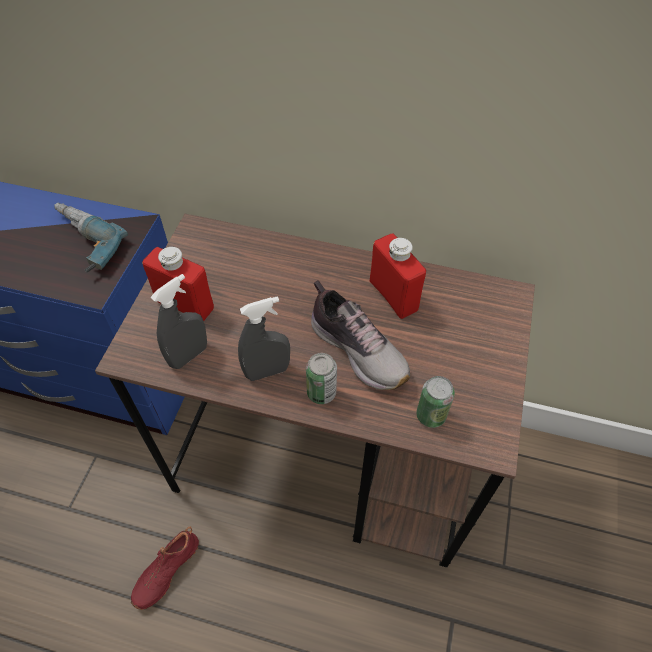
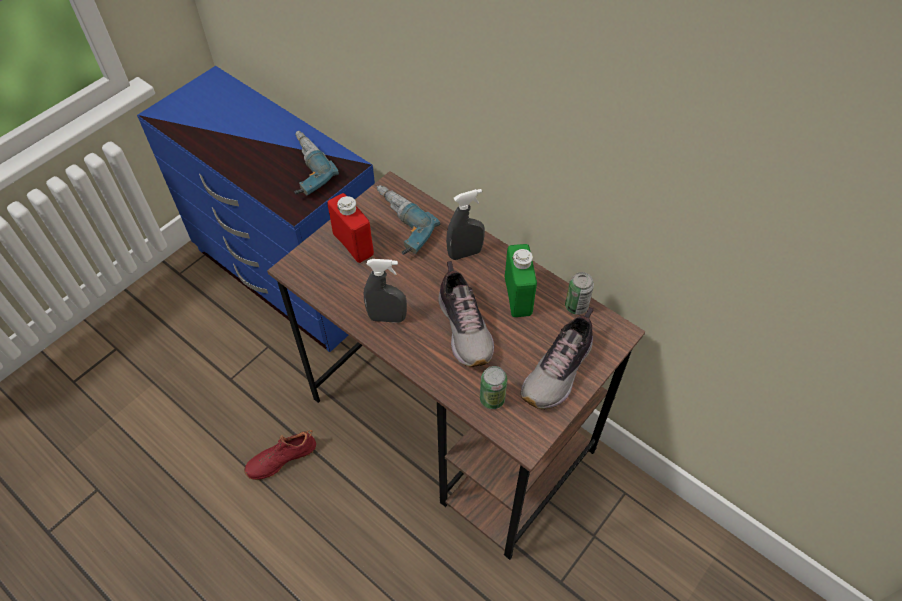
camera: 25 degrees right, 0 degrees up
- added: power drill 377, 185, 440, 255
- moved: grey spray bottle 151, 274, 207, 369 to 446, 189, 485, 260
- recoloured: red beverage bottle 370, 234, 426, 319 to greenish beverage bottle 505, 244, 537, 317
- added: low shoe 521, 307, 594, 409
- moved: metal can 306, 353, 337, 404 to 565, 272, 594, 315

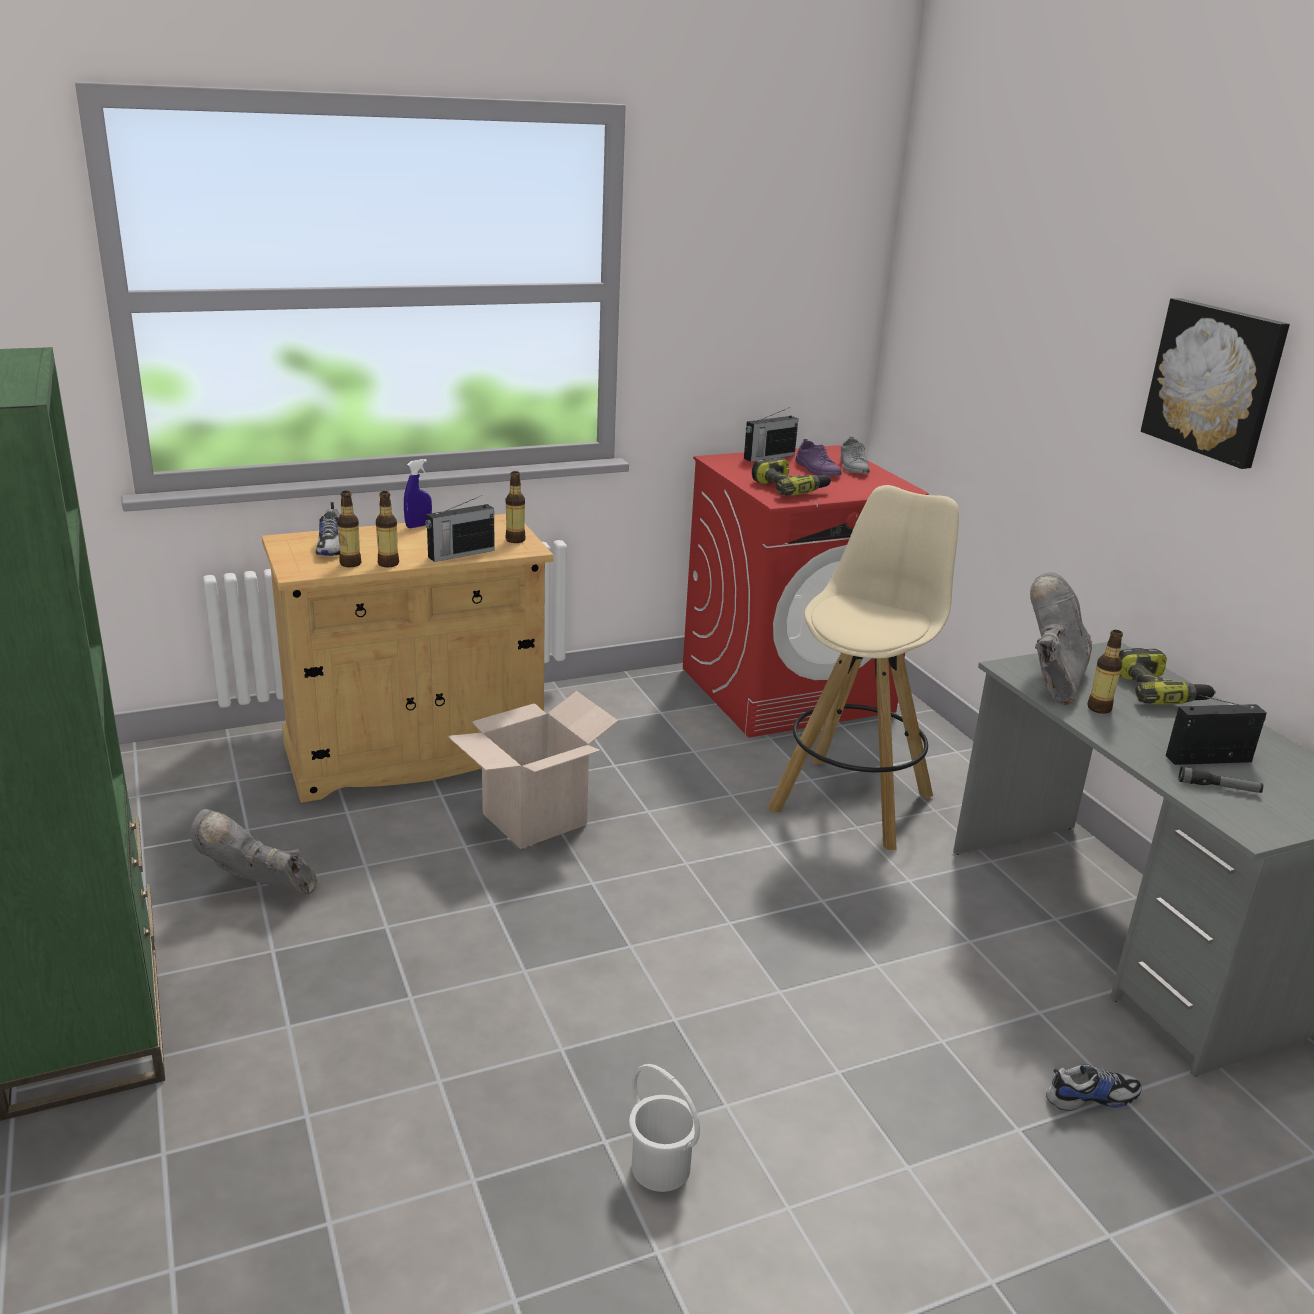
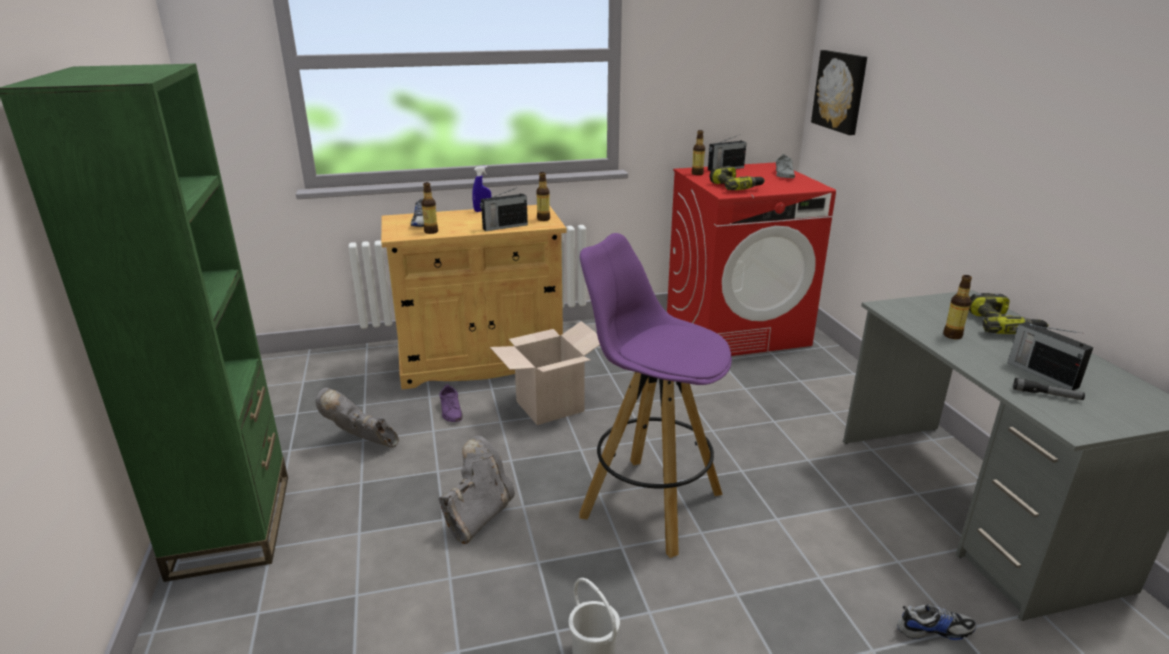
camera: 10 degrees right, 0 degrees up
- moved: purplish low shoe 795, 439, 842, 476 to 439, 384, 462, 422
- moved: grey boot 1030, 572, 1092, 705 to 439, 436, 515, 544
- added: purplish stool seat 580, 233, 732, 558
- moved: beverage bottle 376, 491, 399, 567 to 692, 130, 705, 175
- moved: picture 1141, 298, 1290, 469 to 811, 50, 867, 135
- turned: radio set 1166, 695, 1267, 765 = 1008, 322, 1094, 390 120 degrees counterclockwise
- removed: beige-coloured stool seat 767, 485, 959, 850

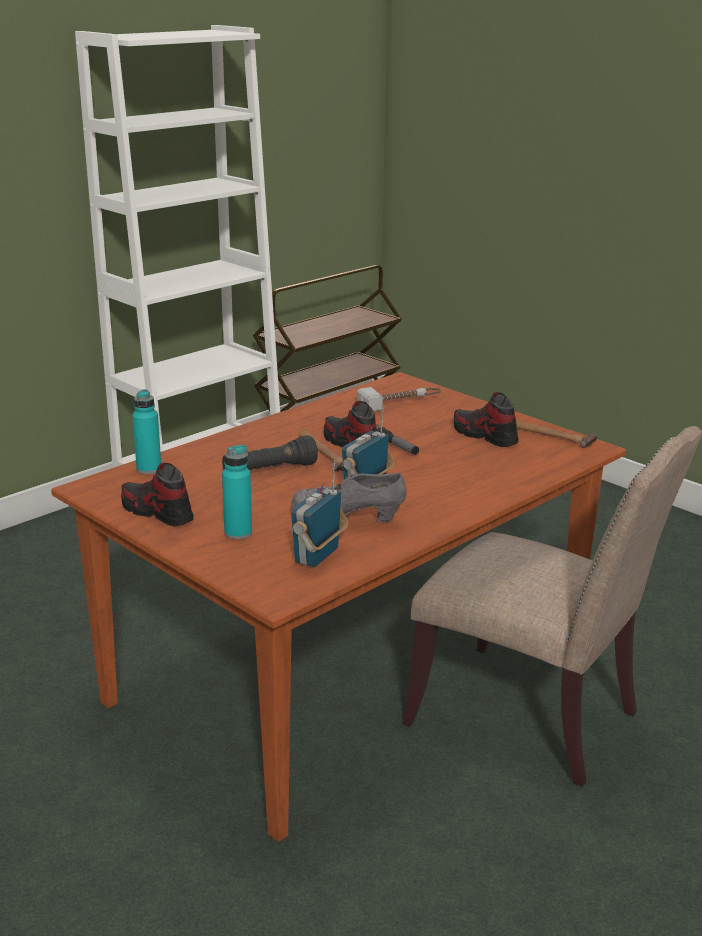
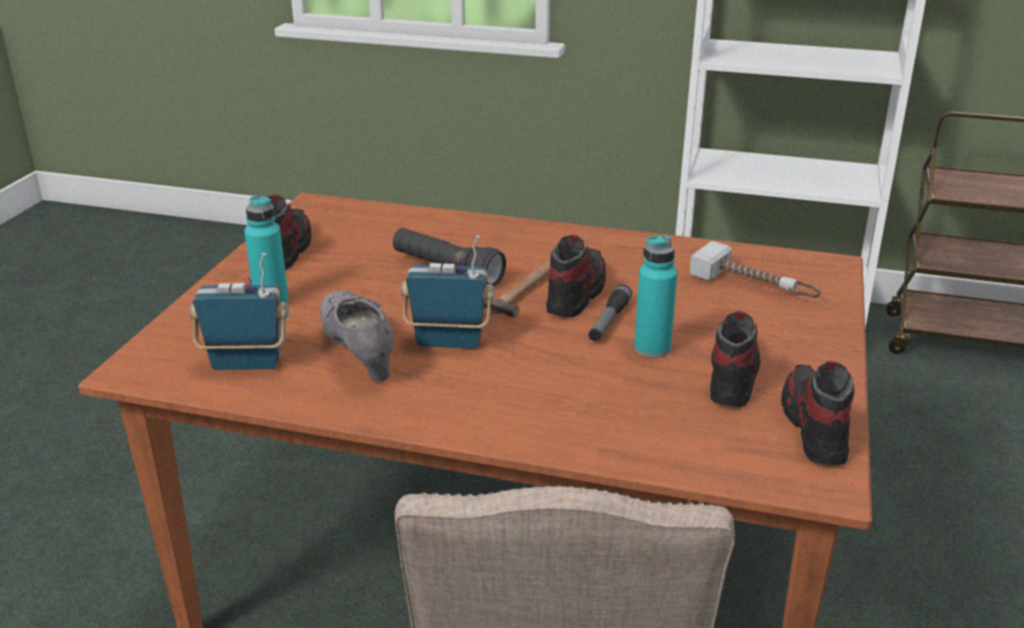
camera: 60 degrees right, 5 degrees up
- moved: turquoise beverage bottle 132, 390, 161, 474 to 634, 235, 678, 358
- replaced: tool hammer 516, 420, 597, 448 to low shoe 781, 360, 855, 465

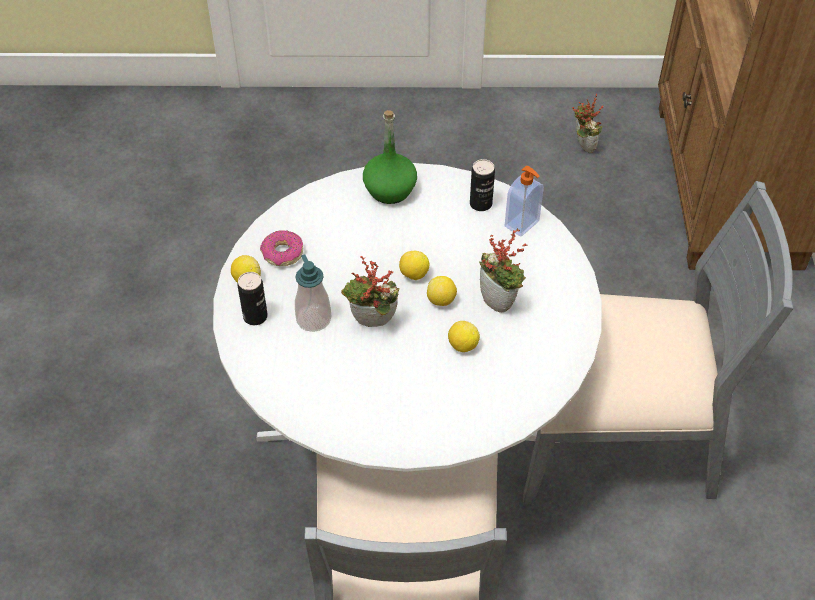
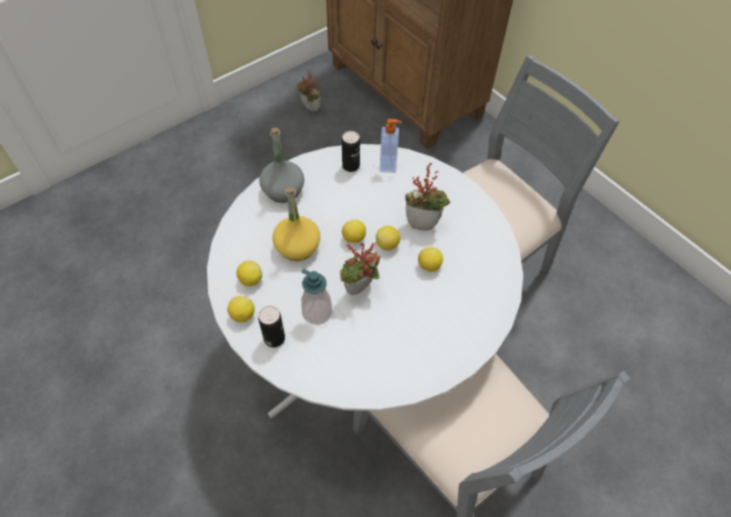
camera: 40 degrees left, 5 degrees up
- replaced: donut 260, 230, 303, 266 to whole lemon 237, 261, 262, 286
- recoloured: greenish beverage bottle 363, 110, 417, 204 to grey beverage bottle 259, 127, 305, 203
- added: yellow beverage bottle 273, 187, 320, 261

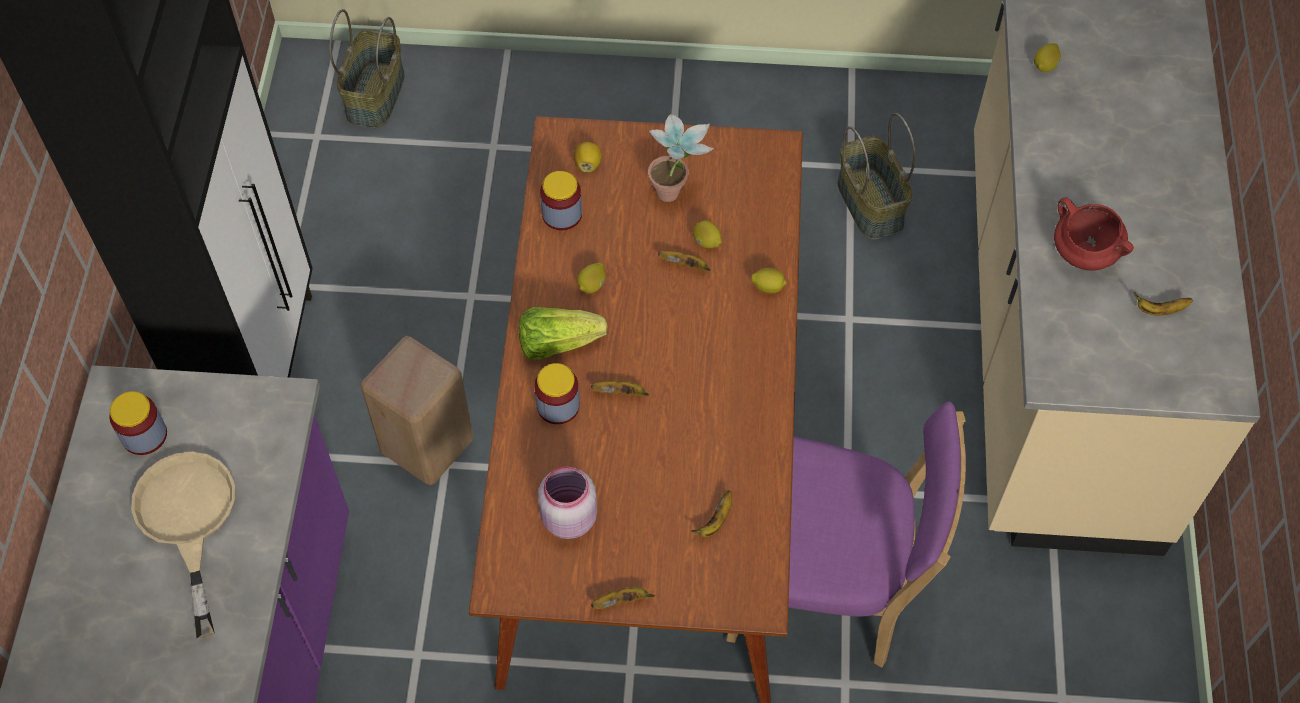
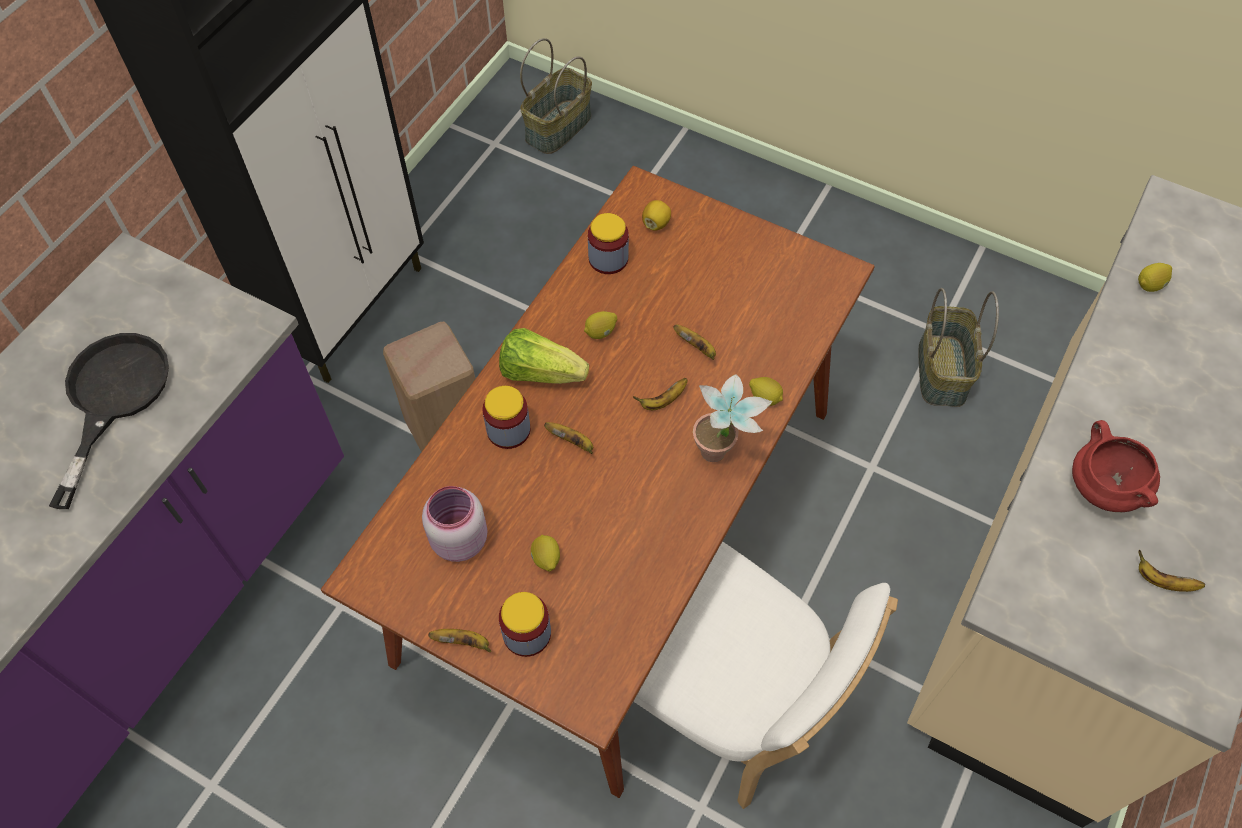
camera: 25 degrees right, 0 degrees up
- recoloured: beige-coloured pan 131, 452, 235, 639 to black-coloured pan 49, 333, 169, 509
- moved: jar 109, 391, 167, 455 to 499, 592, 551, 657
- moved: whole lemon 693, 220, 722, 248 to 531, 535, 560, 572
- moved: banana 691, 491, 732, 537 to 633, 378, 688, 410
- recoloured: purplish chair 726, 401, 966, 667 to white-coloured chair 633, 541, 898, 809
- moved: houseplant 648, 114, 714, 202 to 693, 374, 773, 462

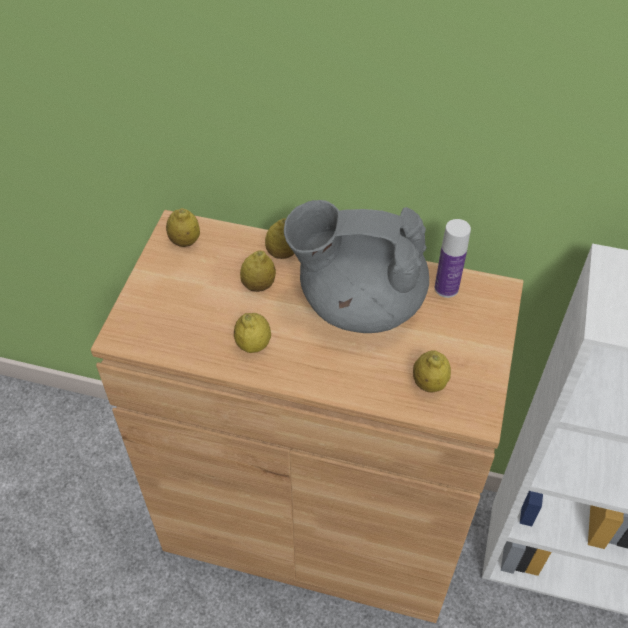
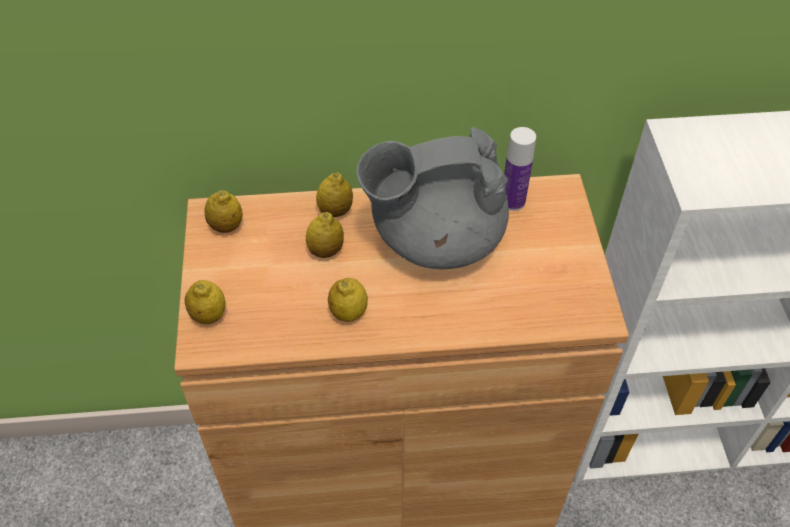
camera: 20 degrees left, 0 degrees up
- moved: whole lemon 413, 350, 451, 392 to 184, 280, 226, 324

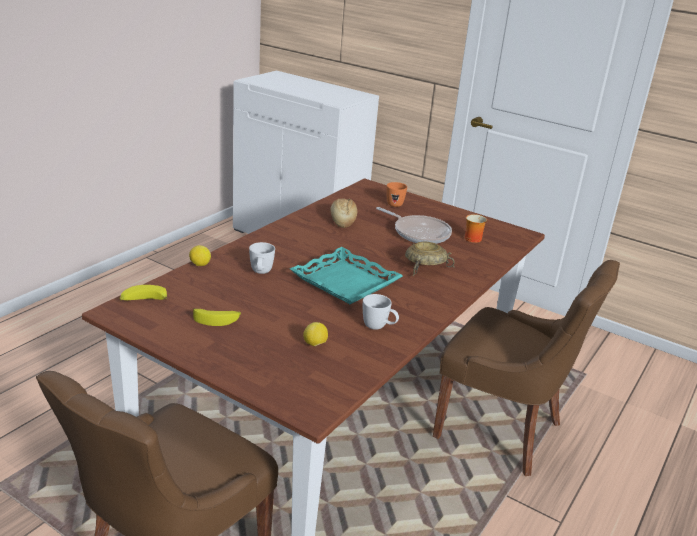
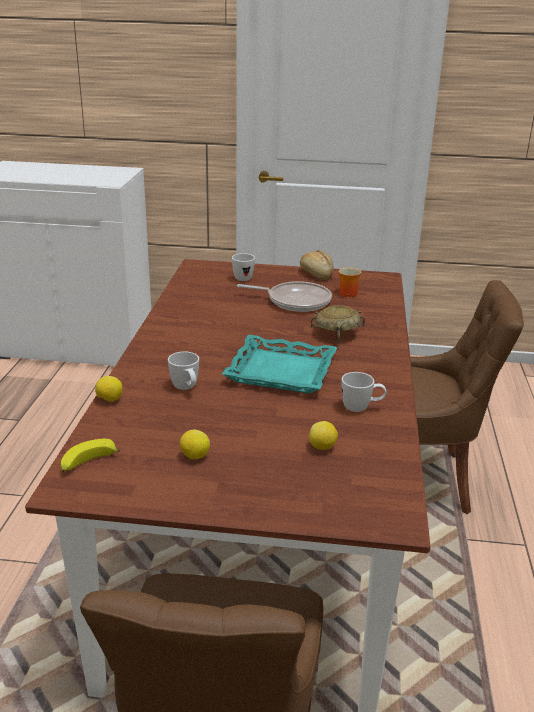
camera: 25 degrees left, 0 degrees up
- replaced: banana 193, 308, 241, 326 to whole lemon 180, 430, 210, 459
- recoloured: orangey tea mug 386, 182, 407, 207 to white-coloured tea mug 232, 253, 255, 281
- moved: bakery bread 330, 199, 357, 228 to 300, 250, 334, 280

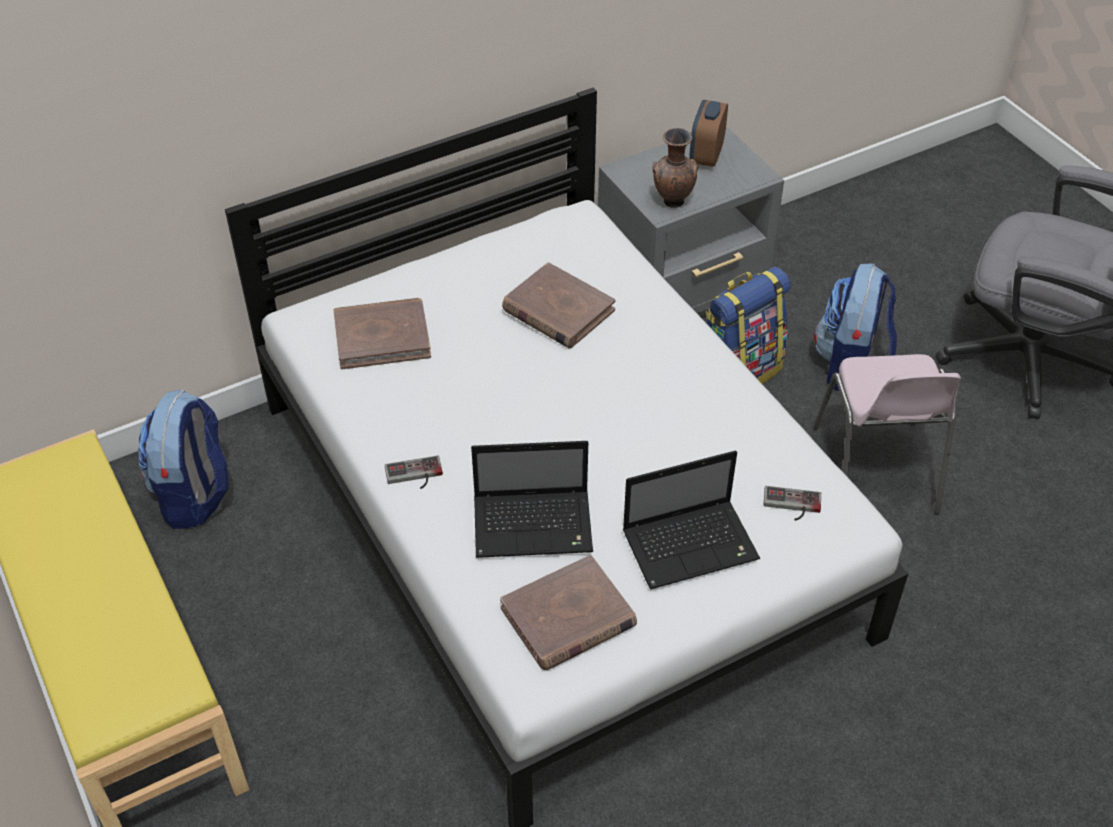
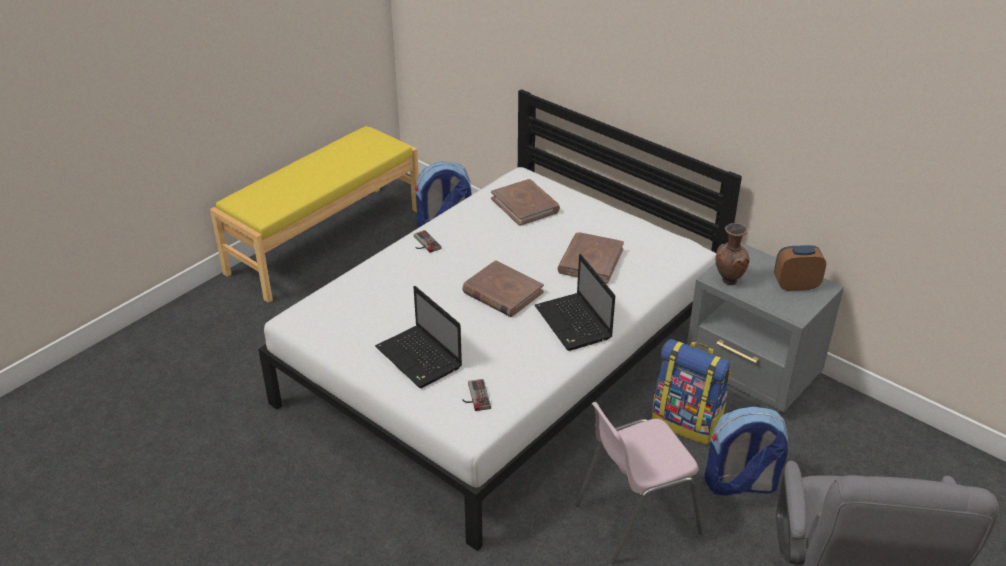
camera: 70 degrees right, 10 degrees down
- moved: brown-coloured book 500, 555, 637, 670 to 462, 260, 544, 317
- moved: notebook computer 471, 441, 593, 558 to 535, 254, 615, 351

